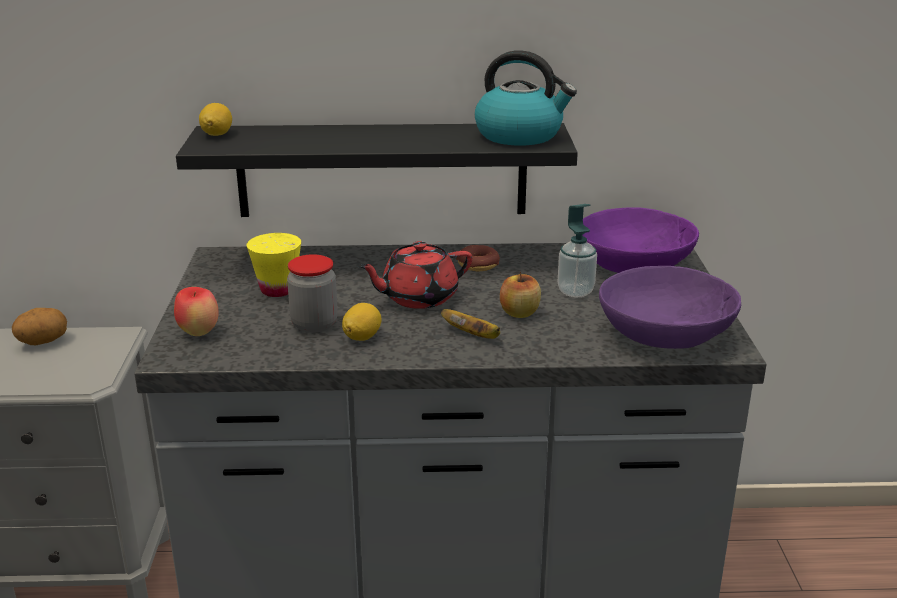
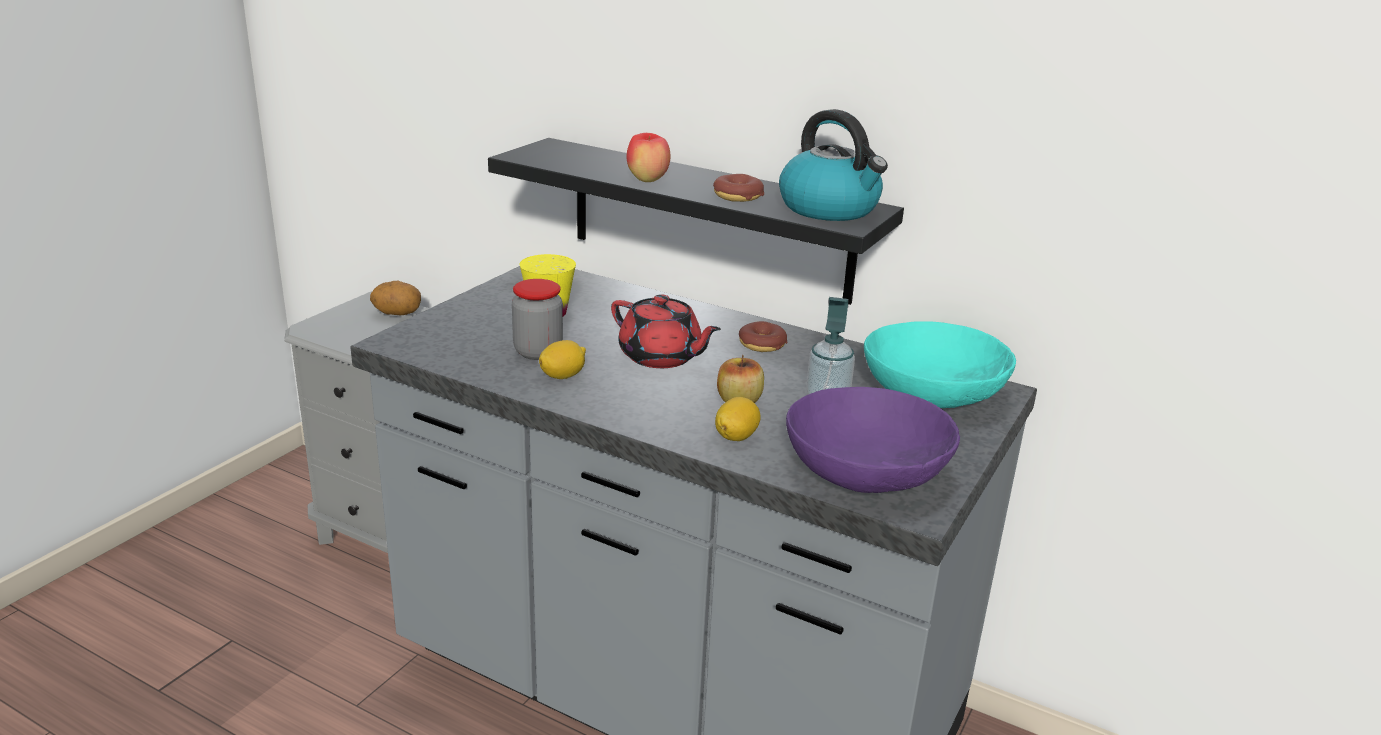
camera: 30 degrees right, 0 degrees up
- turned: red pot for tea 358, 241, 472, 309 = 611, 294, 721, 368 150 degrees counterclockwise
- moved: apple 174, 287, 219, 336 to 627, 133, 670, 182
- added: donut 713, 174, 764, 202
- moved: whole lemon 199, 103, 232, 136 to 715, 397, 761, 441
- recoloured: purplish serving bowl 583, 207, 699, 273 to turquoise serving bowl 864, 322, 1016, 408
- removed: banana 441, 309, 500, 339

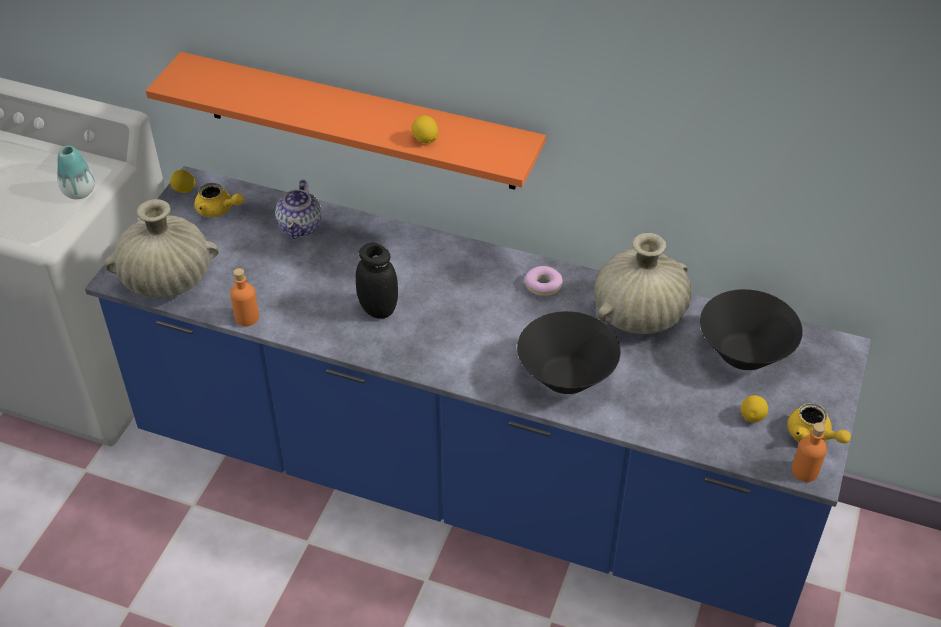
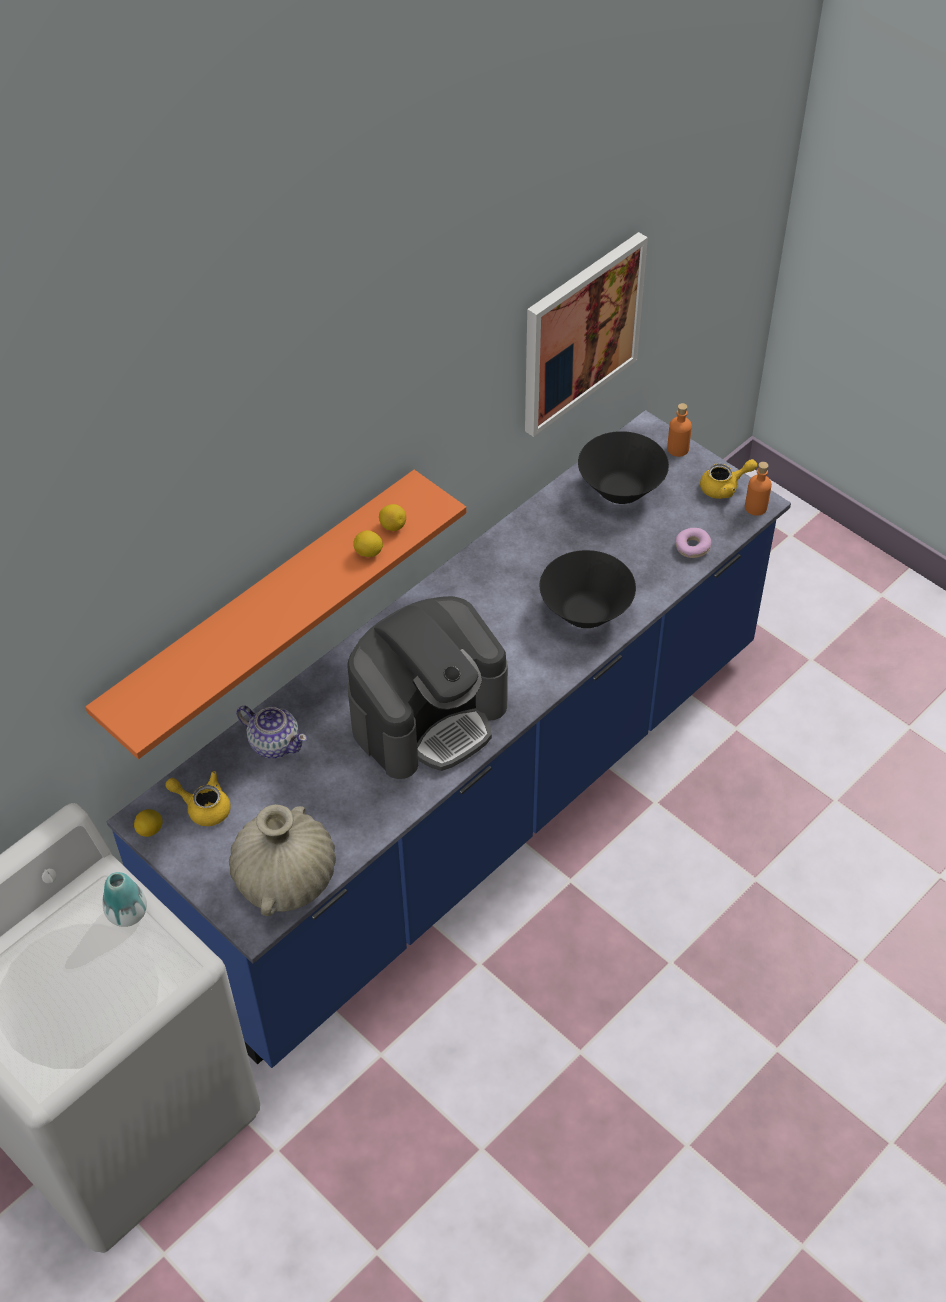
camera: 65 degrees left, 5 degrees up
- turned: yellow pot for tea 194, 183, 244, 217 = 165, 771, 231, 826 120 degrees counterclockwise
- replaced: black-coloured jar 356, 243, 398, 319 to coffee brewer 348, 596, 508, 779
- moved: whole lemon 741, 395, 768, 422 to 379, 504, 406, 531
- added: picture 525, 232, 648, 437
- moved: orangey beverage bottle 230, 268, 259, 326 to 667, 403, 692, 457
- moved: donut 525, 266, 563, 296 to 676, 528, 711, 558
- removed: beige-coloured flower vase 594, 233, 692, 334

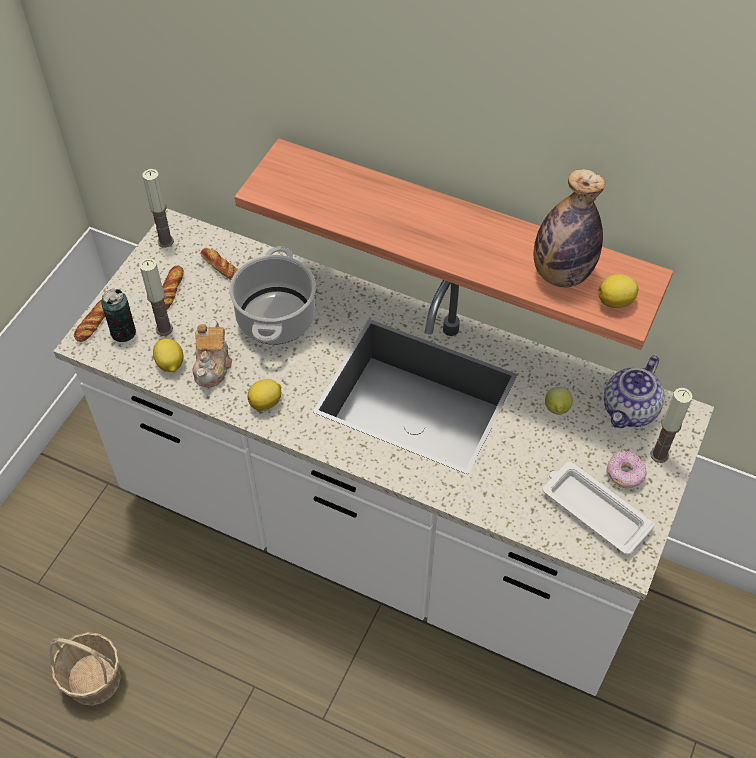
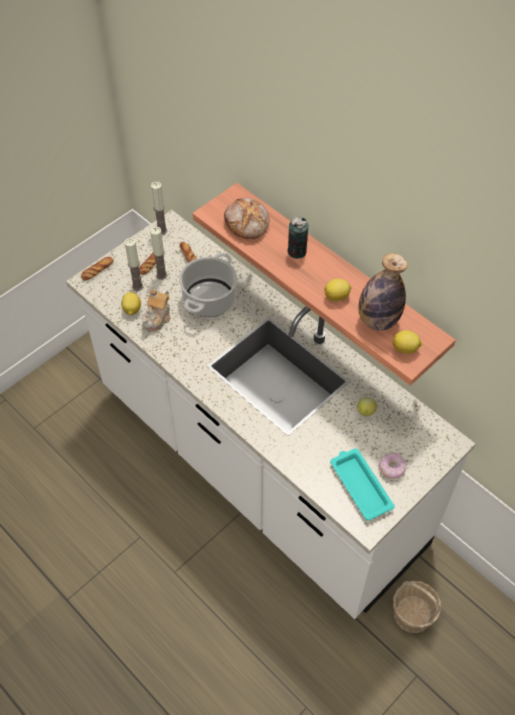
camera: 20 degrees right, 0 degrees up
- moved: wax candle 650, 388, 692, 463 to 150, 227, 167, 280
- added: bakery bread 224, 198, 269, 239
- moved: metal can 101, 289, 136, 342 to 287, 217, 308, 259
- moved: whole lemon 247, 379, 281, 411 to 325, 279, 351, 301
- recoloured: white-coloured serving tray 542, 462, 655, 555 to turquoise serving tray 330, 448, 395, 521
- moved: storage basket 49, 632, 121, 706 to 393, 581, 441, 633
- removed: pot for tea 604, 355, 664, 428

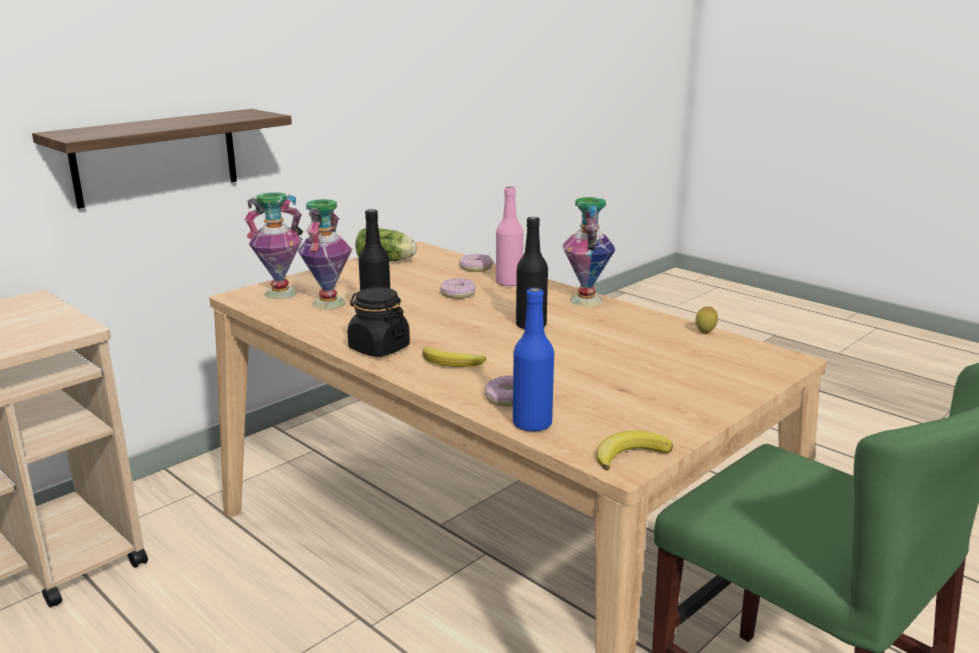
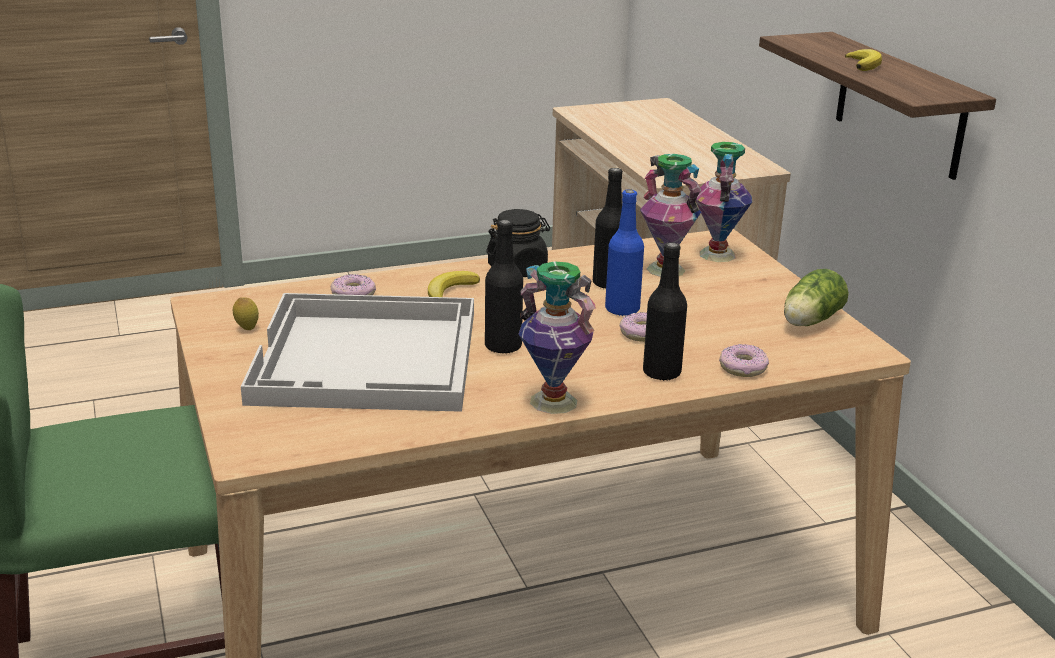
camera: 115 degrees right, 5 degrees up
- moved: whole lemon 695, 306, 718, 334 to 233, 297, 259, 330
- added: white-coloured serving tray 241, 293, 474, 412
- moved: bluish beverage bottle 513, 288, 554, 432 to 605, 189, 644, 316
- recoloured: pinkish beverage bottle 496, 186, 523, 287 to black-coloured beverage bottle 643, 242, 687, 381
- moved: banana 596, 431, 673, 471 to 845, 49, 882, 71

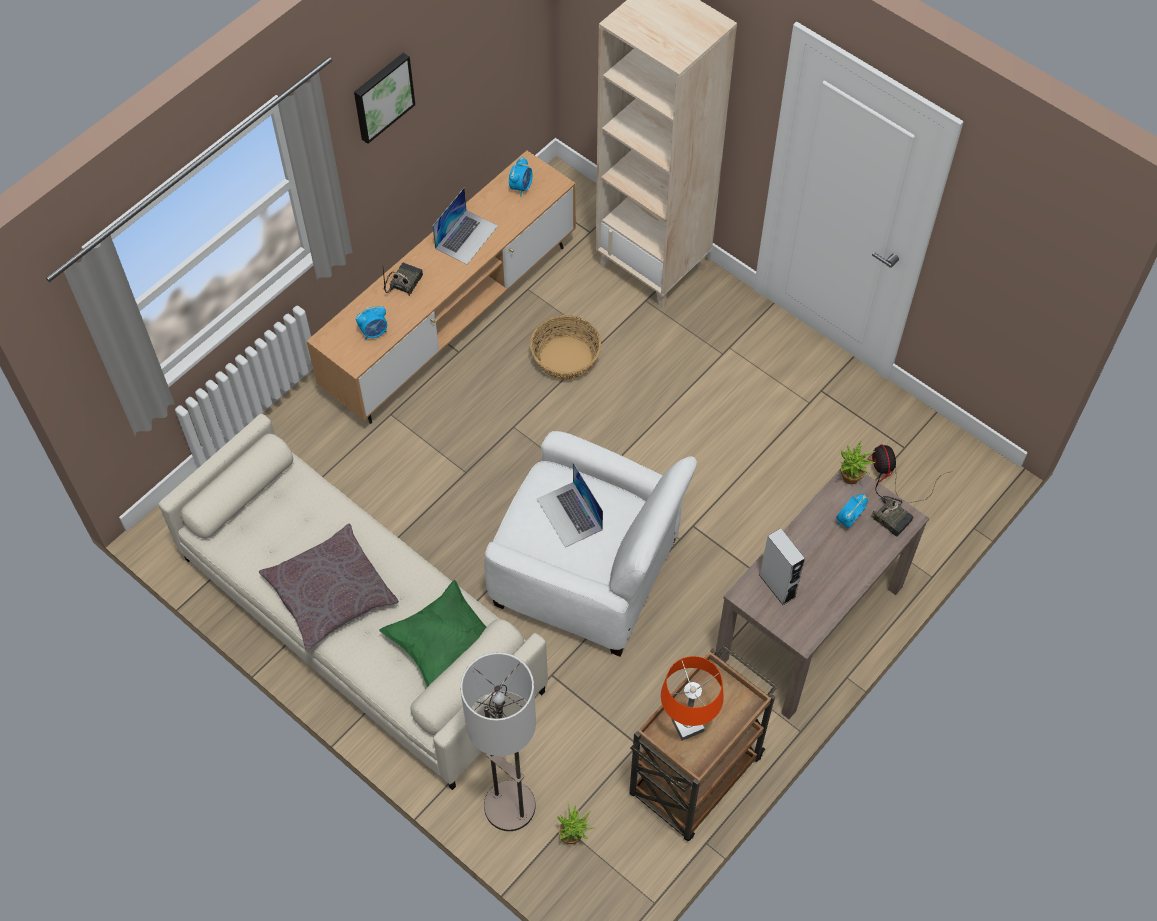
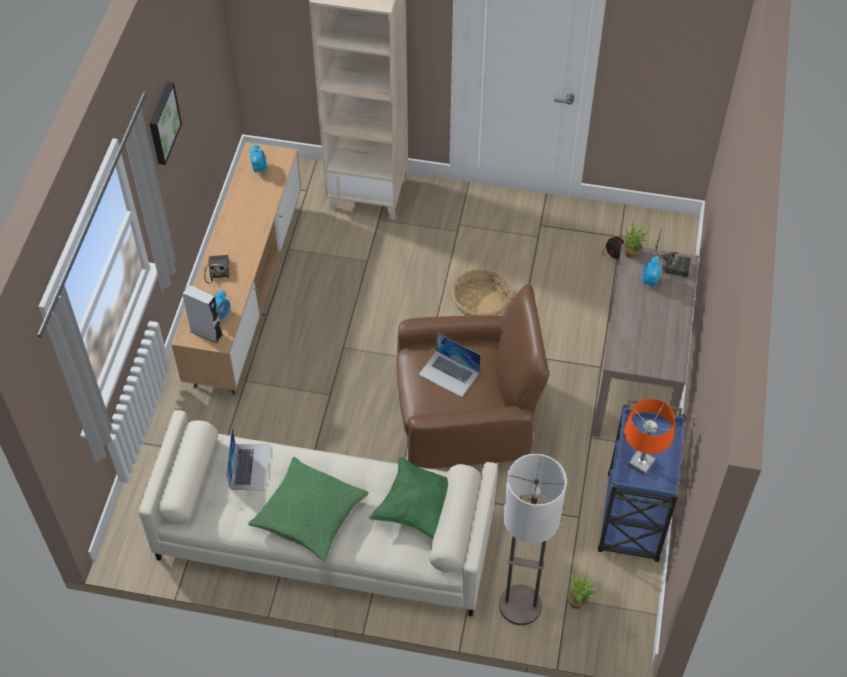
camera: 30 degrees left, 5 degrees down
- moved: grey speaker 759, 528, 805, 605 to 182, 285, 223, 344
- moved: notebook computer 432, 188, 498, 264 to 226, 428, 270, 490
- recoloured: grey throw pillow 259, 524, 399, 652 to greenish throw pillow 248, 457, 369, 562
- recoloured: white-coloured armchair 484, 431, 697, 657 to brown-coloured armchair 397, 284, 549, 469
- moved: storage basket 530, 315, 601, 380 to 452, 269, 511, 316
- recoloured: brown-coloured trolley 630, 645, 778, 841 to bluish trolley 598, 400, 686, 562

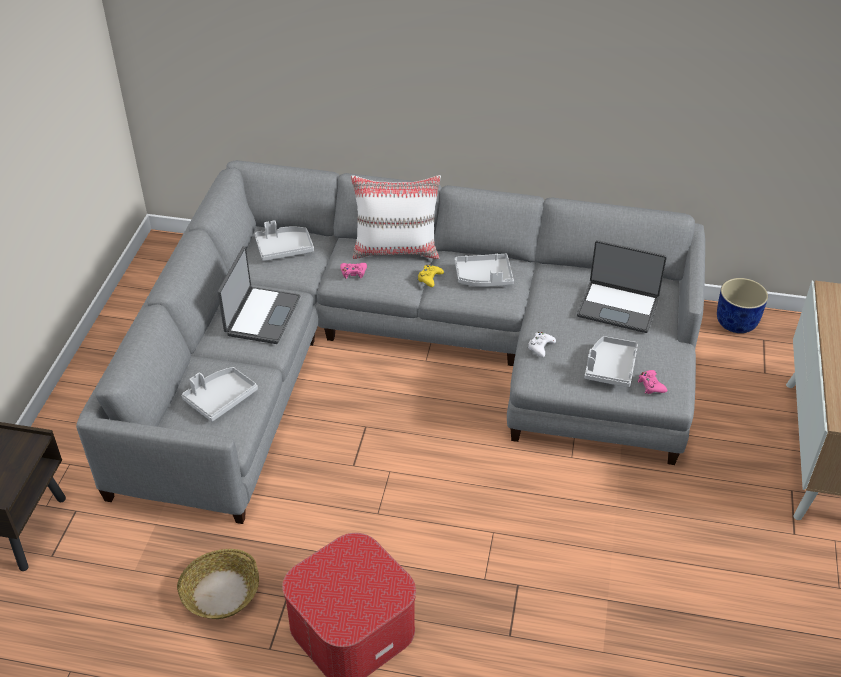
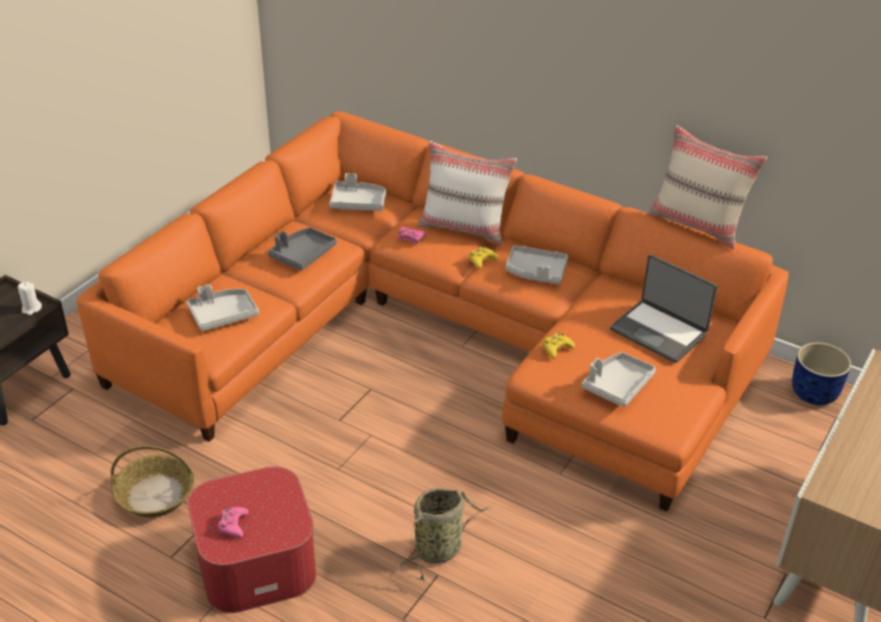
camera: 20 degrees right, 5 degrees down
- added: white-coloured wax candle 18, 282, 42, 315
- recoloured: grey couch 76, 160, 705, 524 to orangey couch 76, 112, 789, 512
- moved: pinkish joypad 638, 370, 667, 394 to 218, 507, 249, 538
- replaced: notebook computer 217, 246, 300, 344 to grey serving tray 268, 228, 336, 271
- added: storage basket 399, 488, 492, 581
- recoloured: white-coloured joypad 528, 332, 556, 357 to yellow joypad 543, 333, 575, 358
- added: beige-coloured throw pillow 648, 125, 767, 249

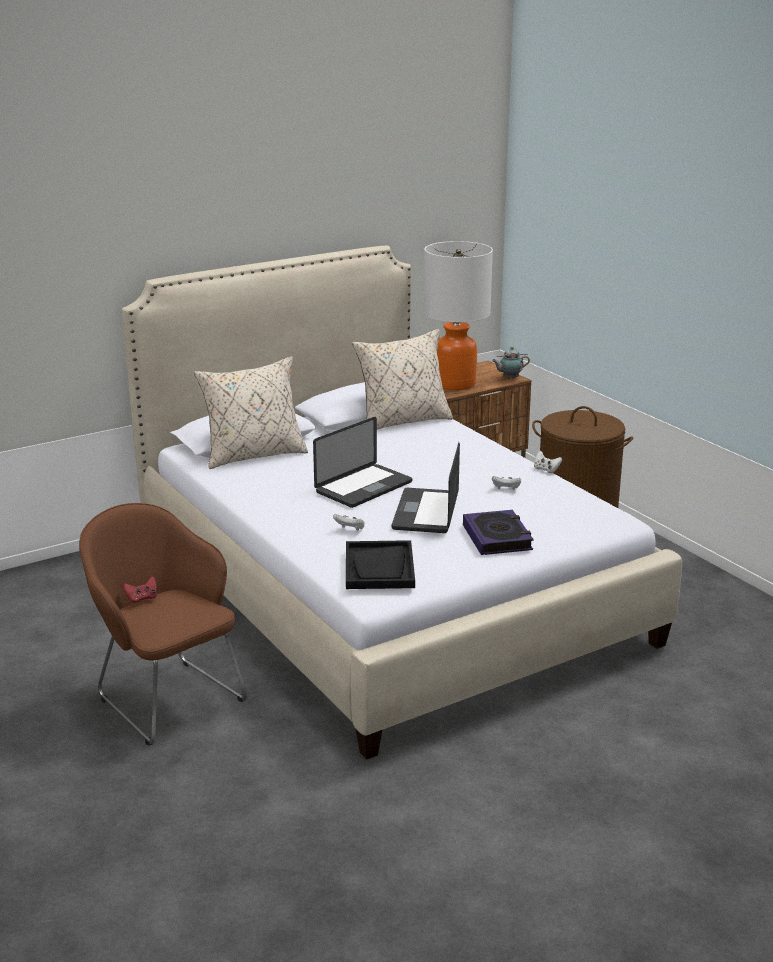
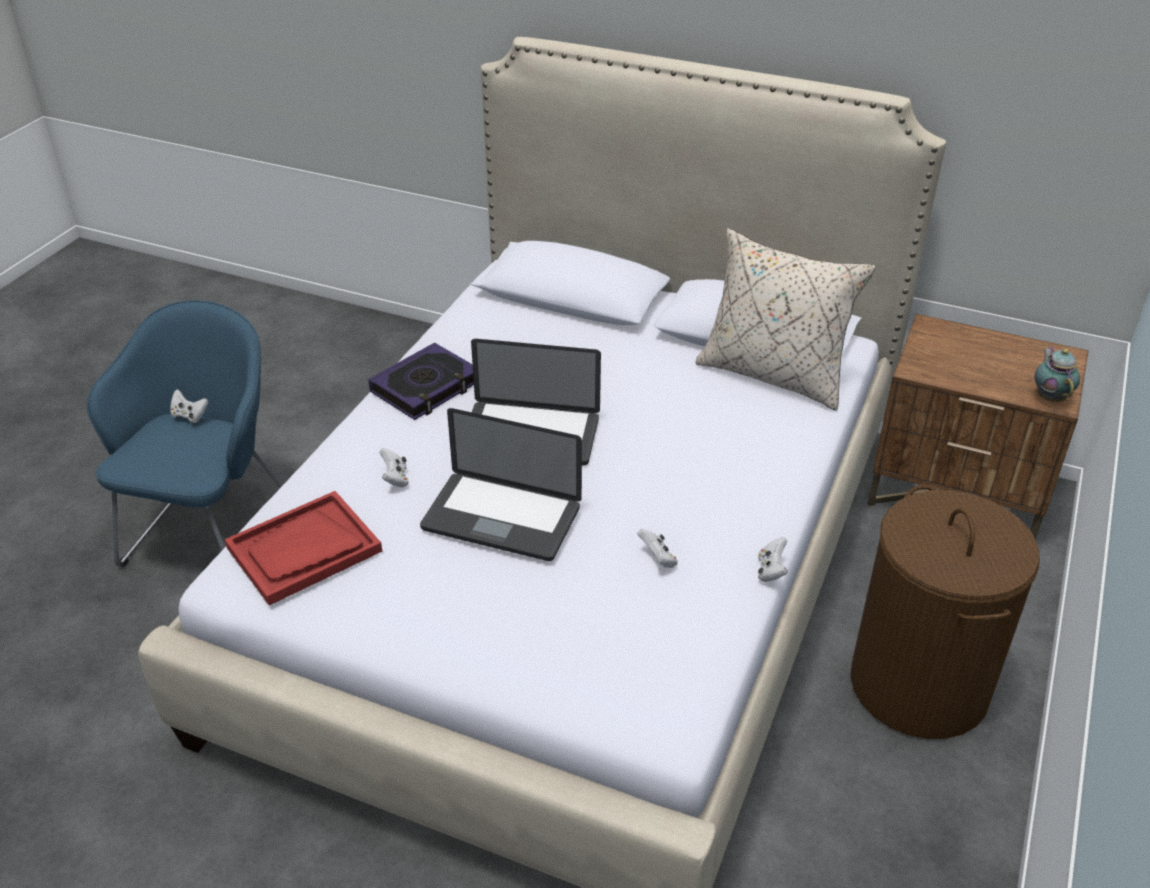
camera: 55 degrees right, 15 degrees up
- recoloured: brown-coloured armchair 79, 503, 247, 746 to bluish armchair 87, 300, 283, 567
- recoloured: red joypad 123, 576, 157, 603 to white-coloured joypad 170, 389, 208, 423
- recoloured: black-coloured serving tray 346, 540, 415, 589 to red serving tray 225, 491, 382, 605
- moved: book 463, 510, 534, 555 to 369, 342, 474, 420
- turned: notebook computer 392, 442, 460, 533 = 420, 408, 582, 561 135 degrees counterclockwise
- turned: pot for tea 492, 346, 530, 379 = 1034, 346, 1080, 402 45 degrees clockwise
- removed: beige-coloured throw pillow 194, 356, 308, 469
- removed: tabletop lamp 423, 241, 493, 390

